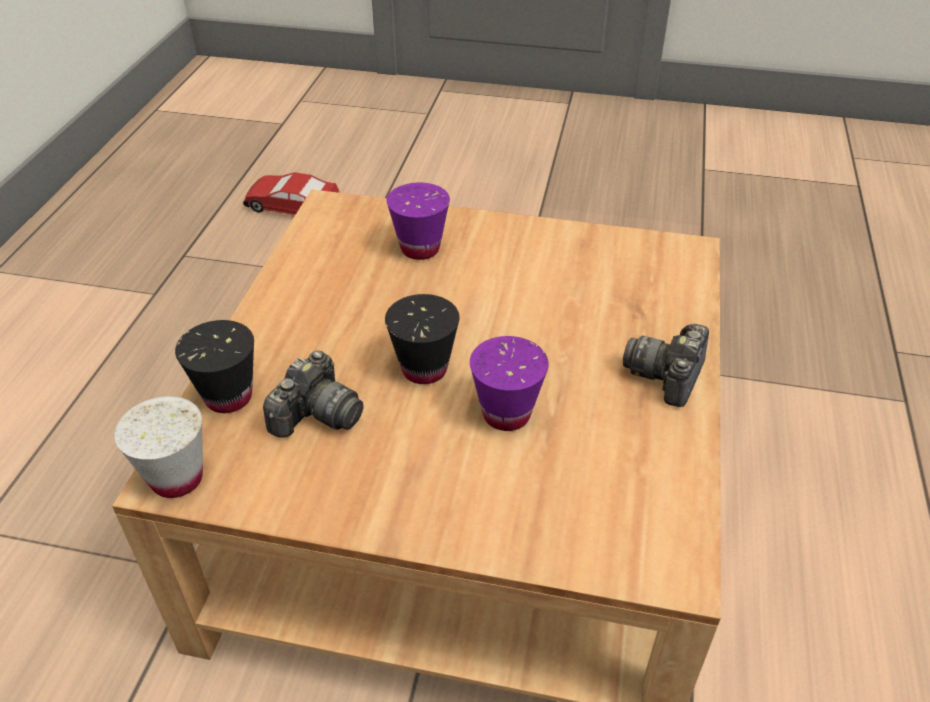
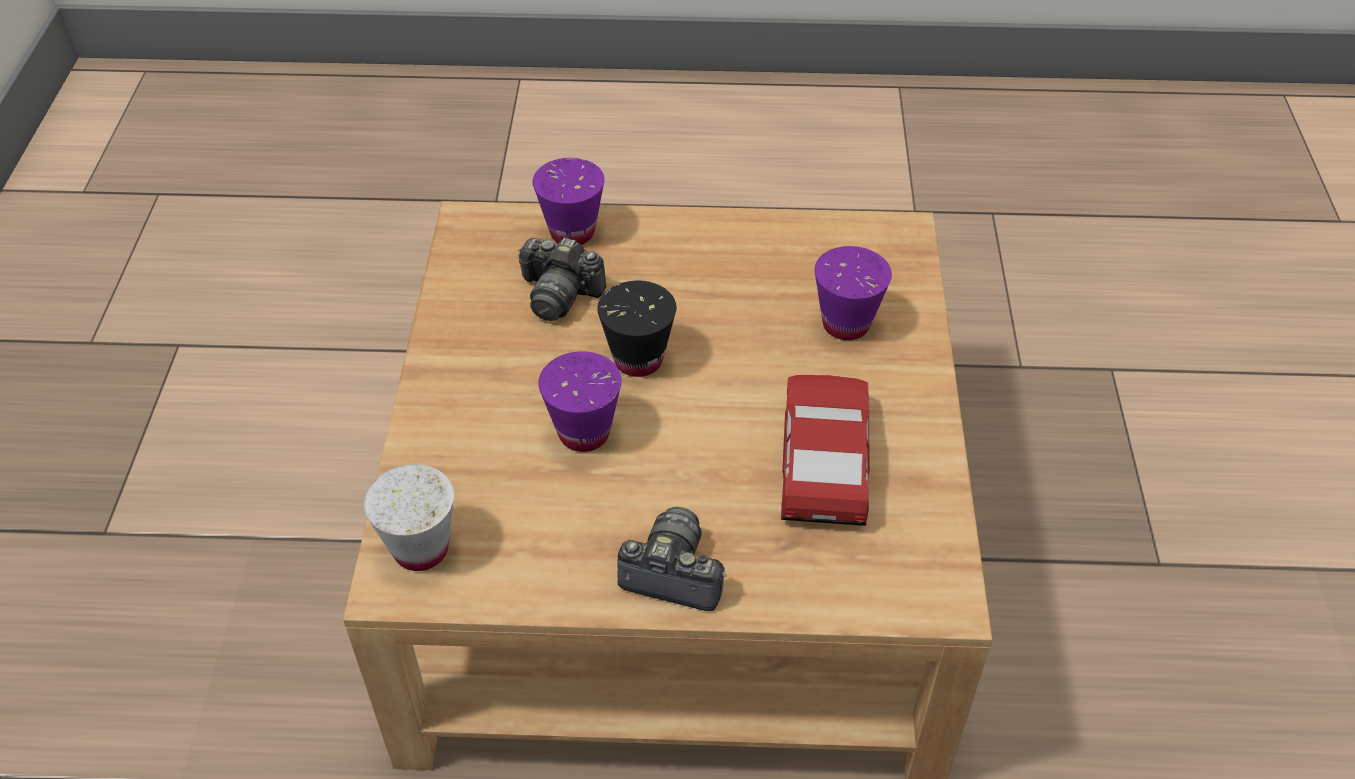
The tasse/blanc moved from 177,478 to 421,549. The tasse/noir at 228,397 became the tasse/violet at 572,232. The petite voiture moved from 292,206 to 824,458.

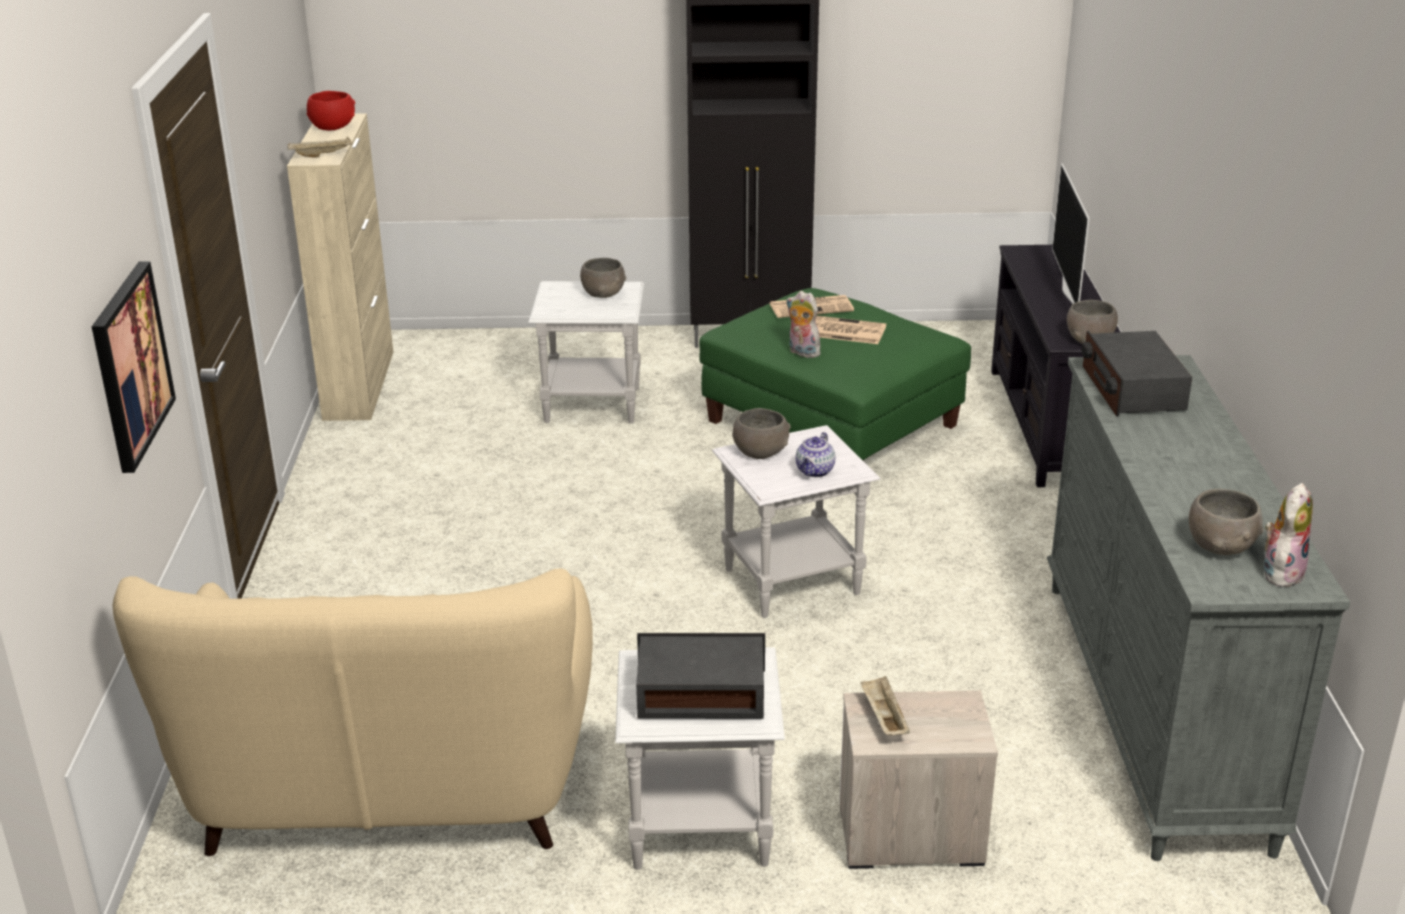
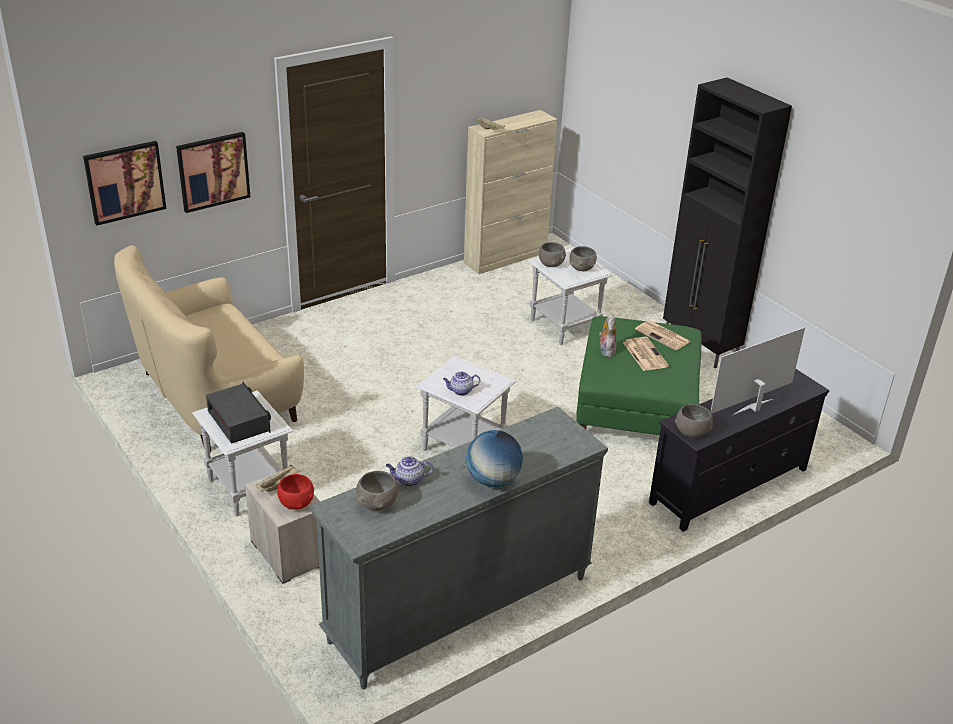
The tableau at 125,182 appeared. The bol/rouge moved from 332,126 to 296,503. The théière at 408,480 appeared. The globe at 493,480 appeared. The bol/gris moved from 760,451 to 551,264. The radio at 1132,389 disappeared. The peluche at 1281,572 disappeared.

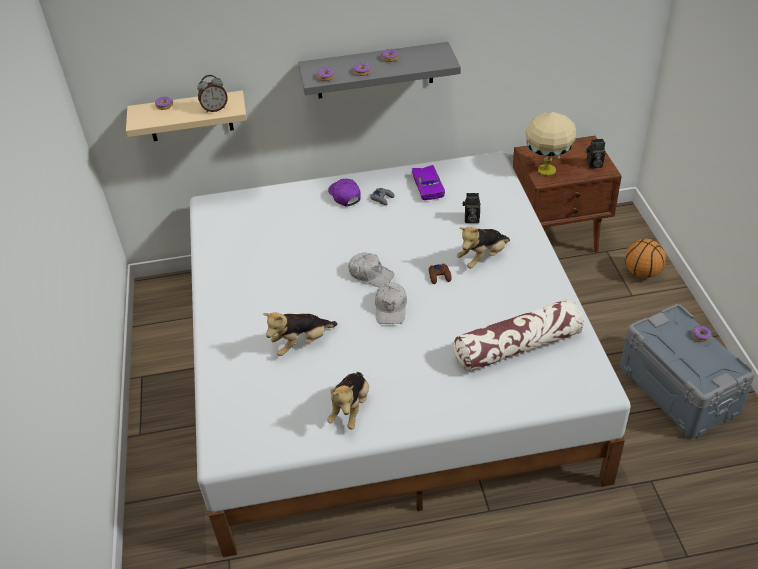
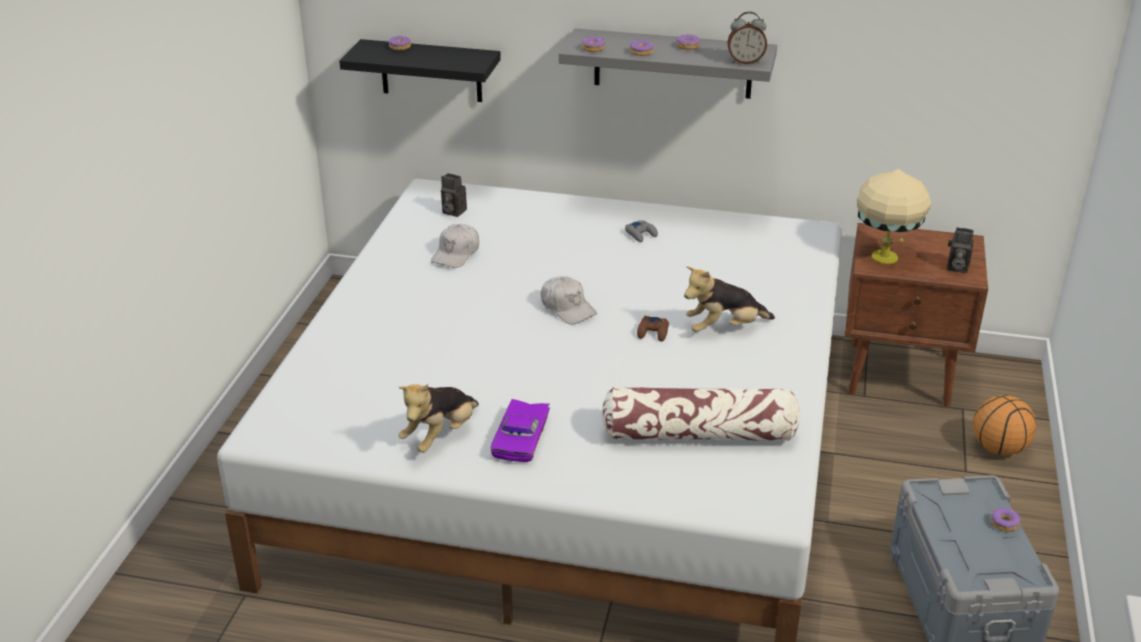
The étagère/beige at 189,116 became the étagère/noir at 431,71. The casquette/blanc moved from 391,308 to 456,254. The appareil photo moved from 471,219 to 452,211. The petite voiture/violet moved from 429,186 to 523,438. The réveil moved from 215,109 to 745,61. The peluche at 301,343 disappeared. The casquette/violet at 344,196 disappeared.

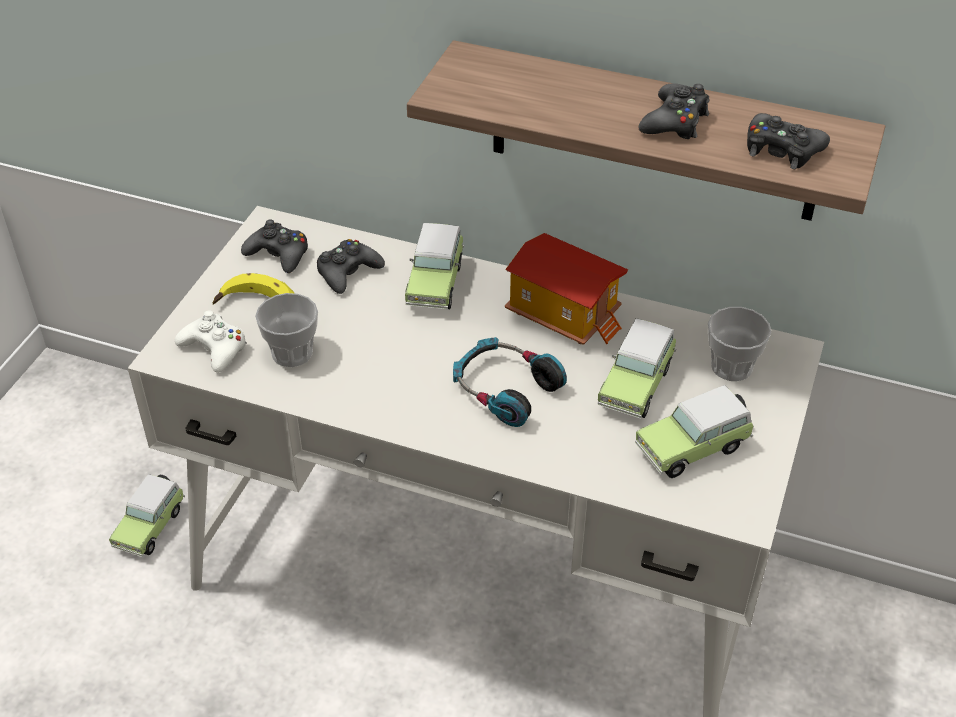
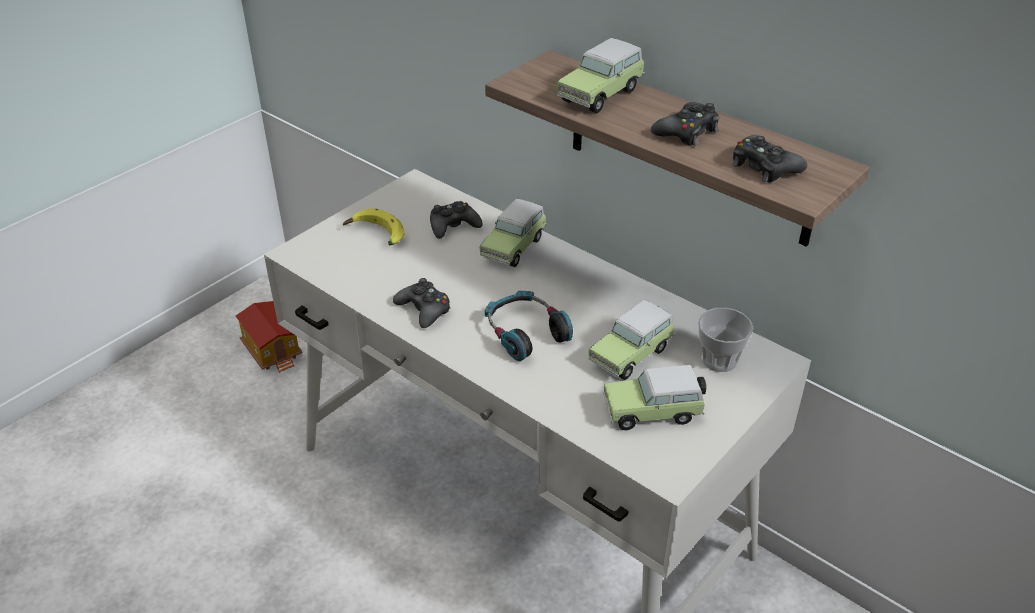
The maison miniature moved from 564,314 to 273,350. The manette/noir moved from 278,254 to 424,310. The petite voiture moved from 152,525 to 602,94. The manette/blanc at 215,348 disappeared. The tasse at 292,353 disappeared.

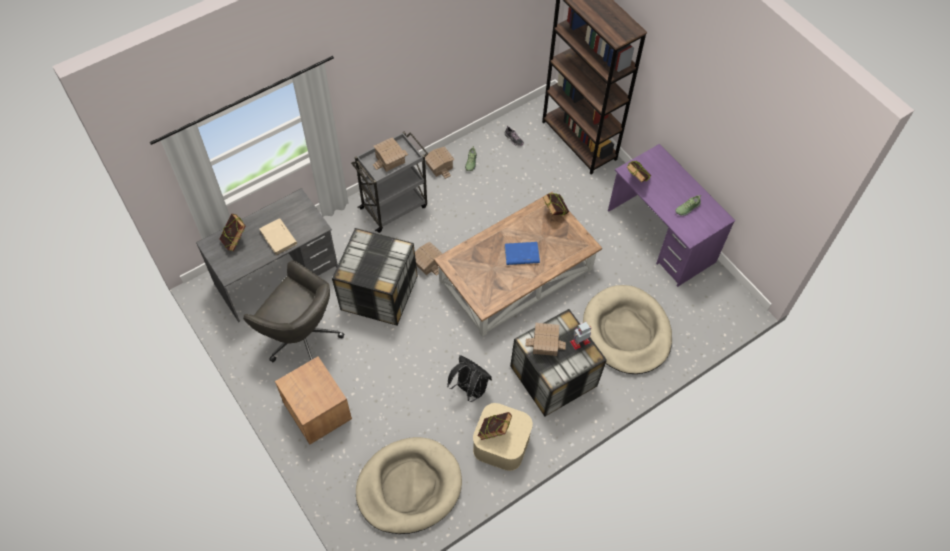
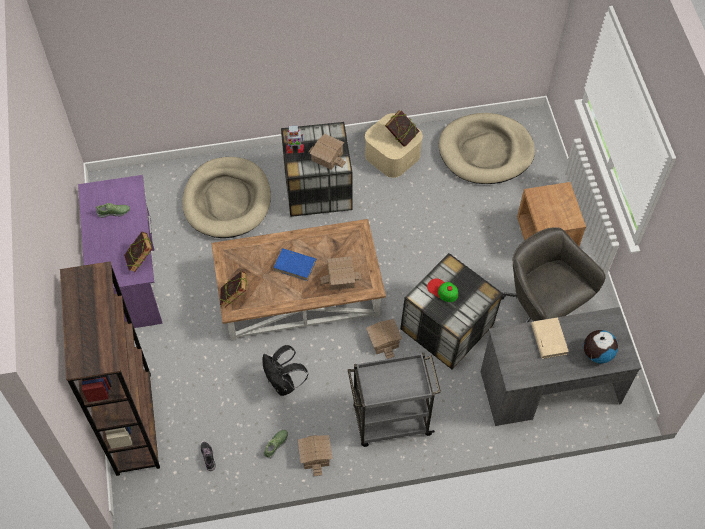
The sac à dos/noir moved from 469,389 to 284,384. The maison miniature moved from 390,160 to 340,278. The casquette at 442,290 appeared. The livre at 235,240 was replaced by the globe at 597,353.

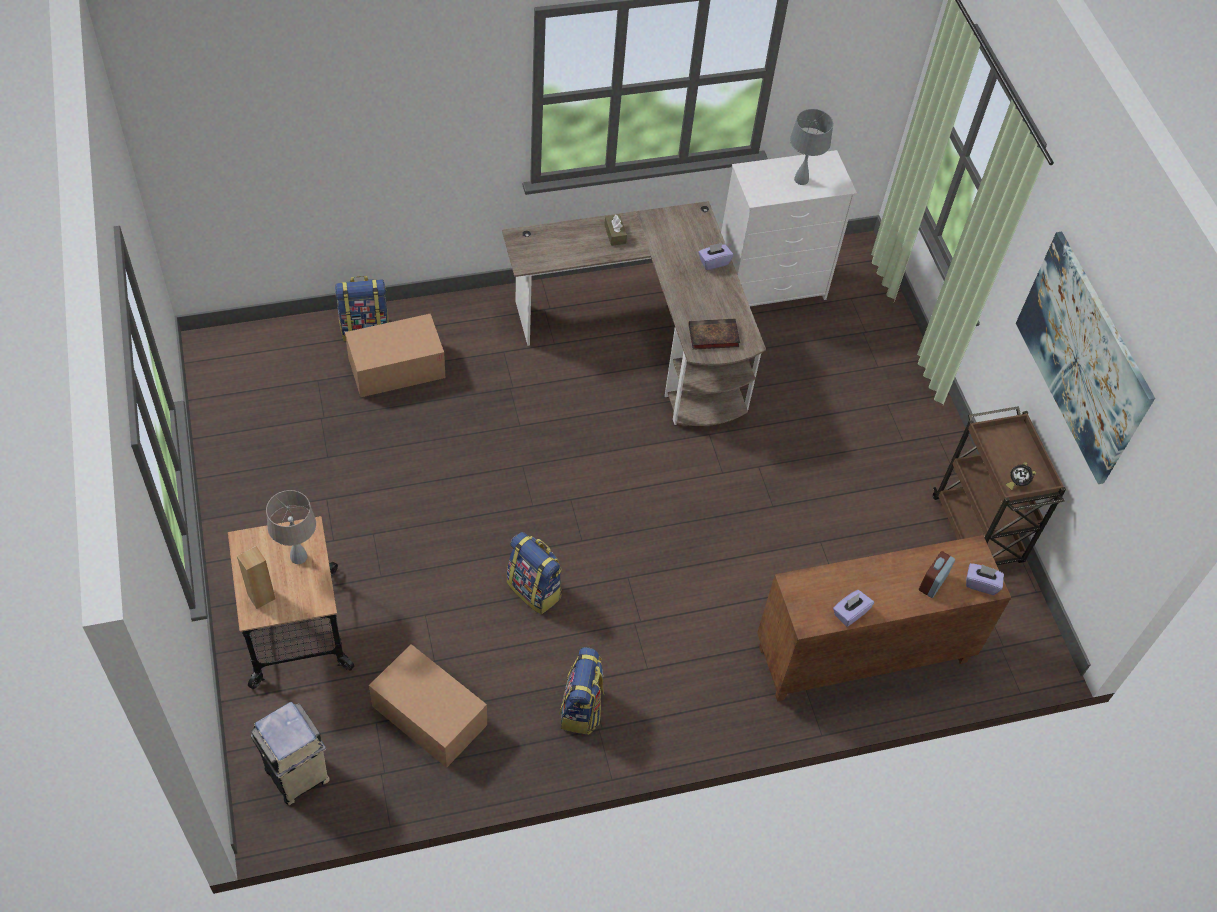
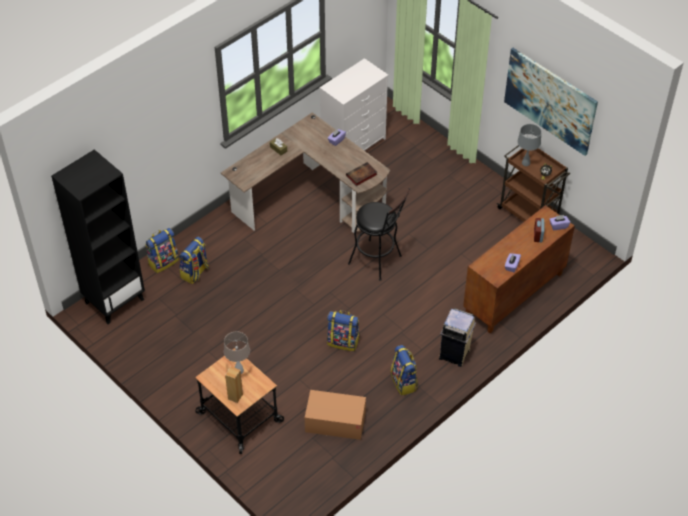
The bibliothèque/noir at 114,300 appeared. The carton at 396,368 was replaced by the sac à dos at 195,273. The tabouret/noir at 378,262 appeared. The poubelle/beige moved from 297,776 to 455,354. The lampe de table/gris moved from 801,179 to 525,163.

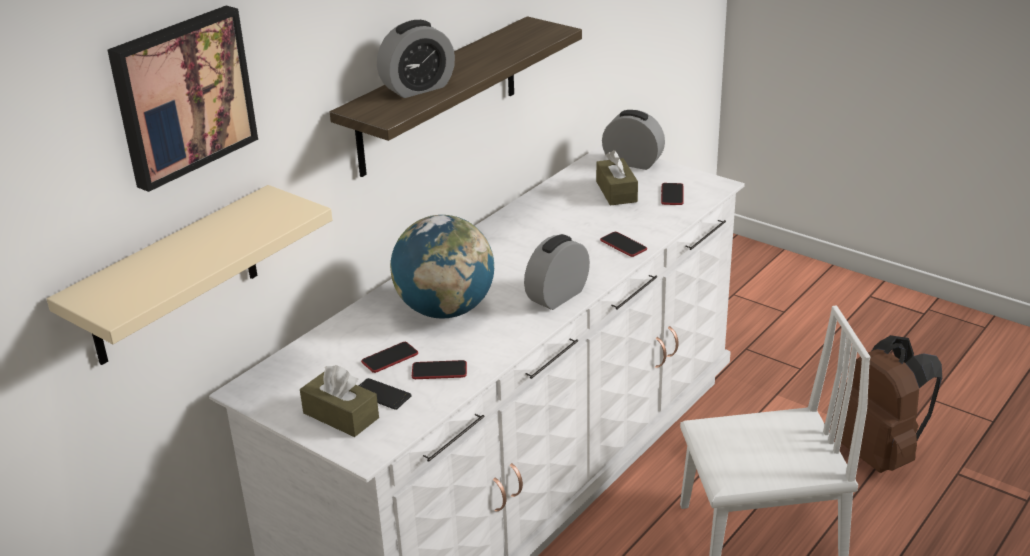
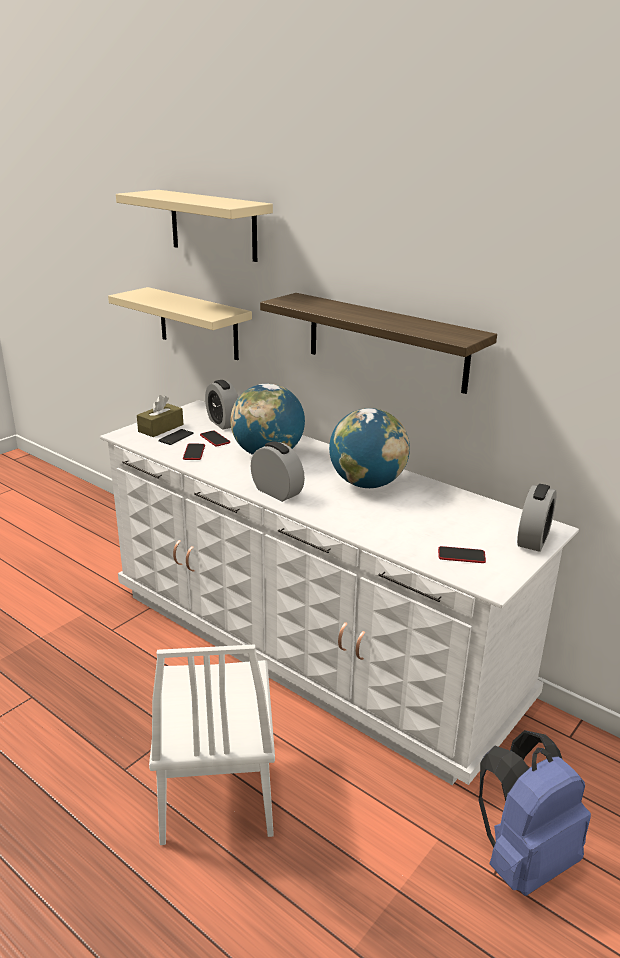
The tableau at 181,95 was replaced by the étagère/beige at 213,225. The réveil moved from 418,88 to 223,423. The globe at 367,484 appeared. The sac à dos/bleu at 523,858 appeared. The boîte à mouchoirs/marron at 616,192 disappeared. The téléphone at 623,245 disappeared. The sac à dos/marron at 878,453 disappeared.

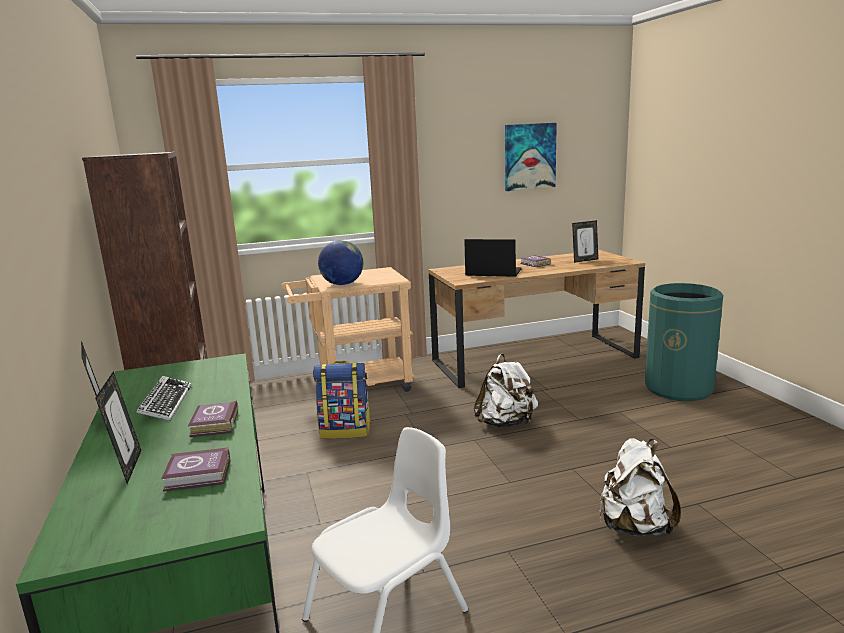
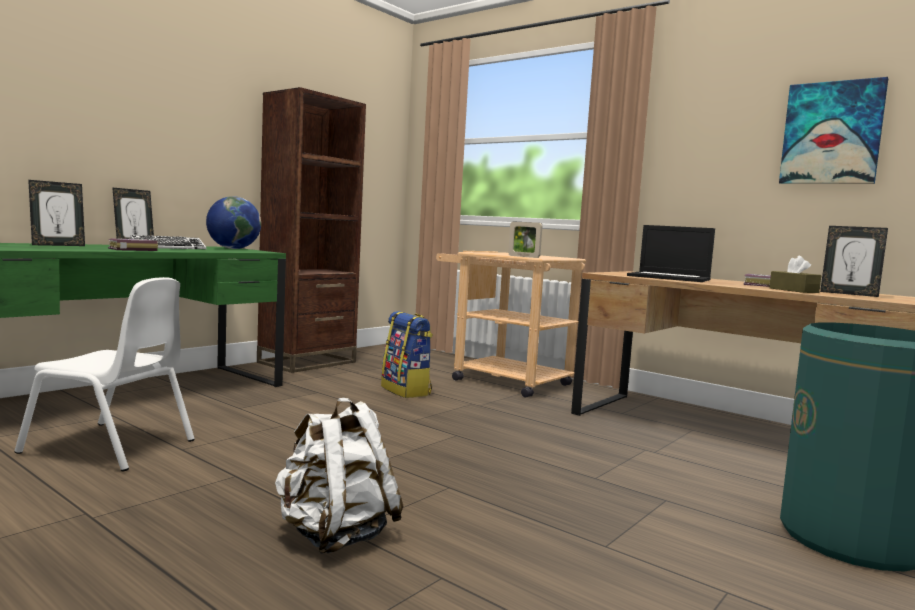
The globe moved from 342,284 to 233,248. The cadre photo at 523,256 appeared. The ordinateur portable at 492,272 turned 135 degrees clockwise. The boîte à mouchoirs/marron at 793,290 appeared. The livre at 199,475 disappeared. The sac à dos/blanc at 506,423 disappeared.

